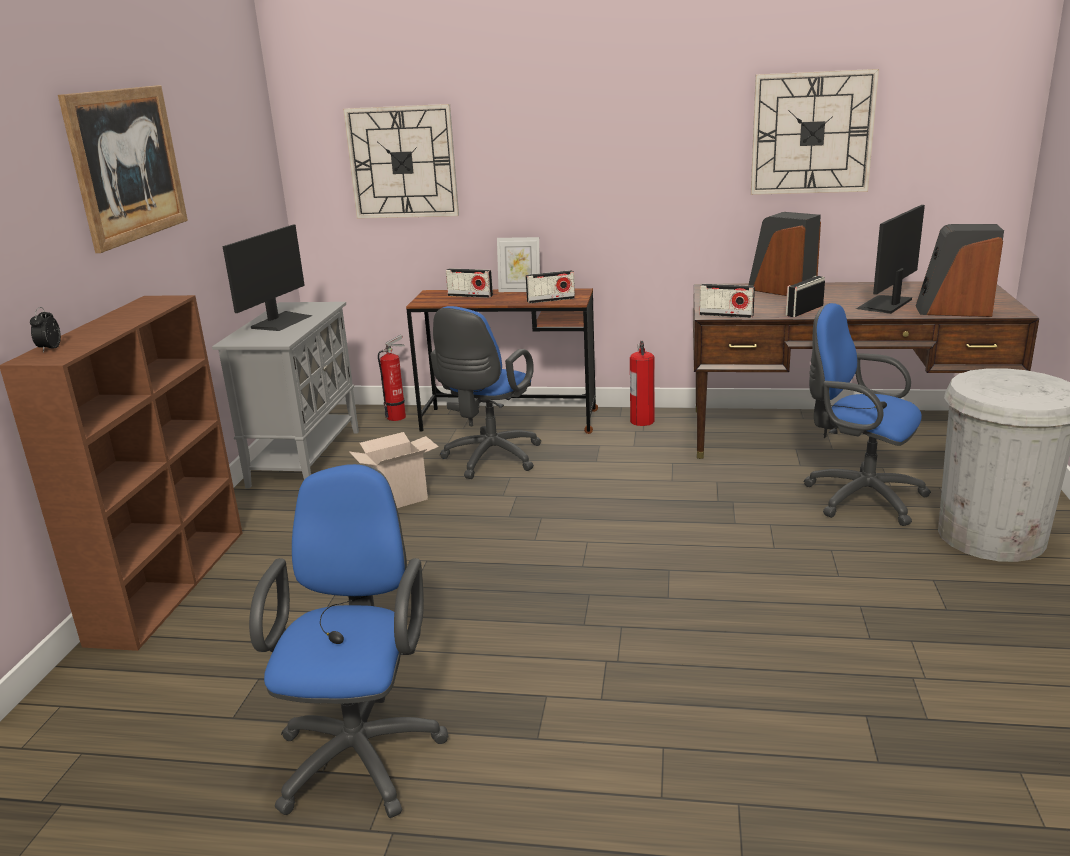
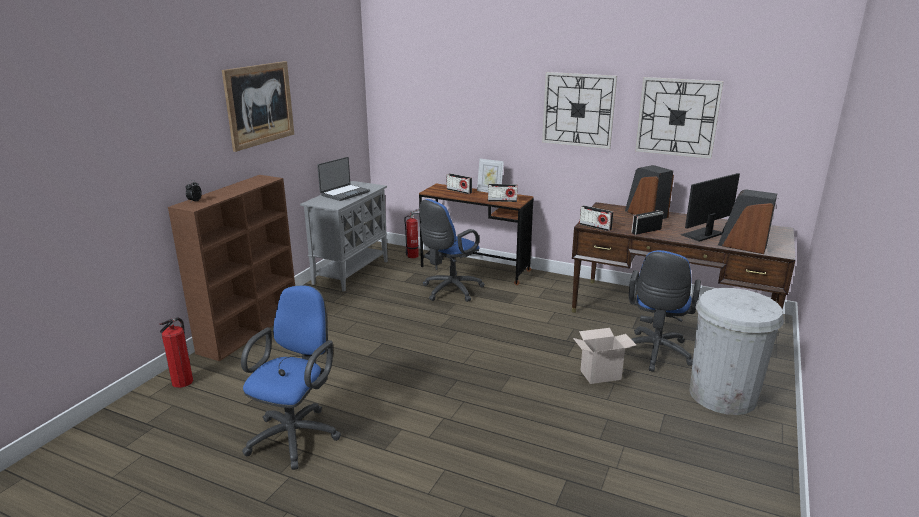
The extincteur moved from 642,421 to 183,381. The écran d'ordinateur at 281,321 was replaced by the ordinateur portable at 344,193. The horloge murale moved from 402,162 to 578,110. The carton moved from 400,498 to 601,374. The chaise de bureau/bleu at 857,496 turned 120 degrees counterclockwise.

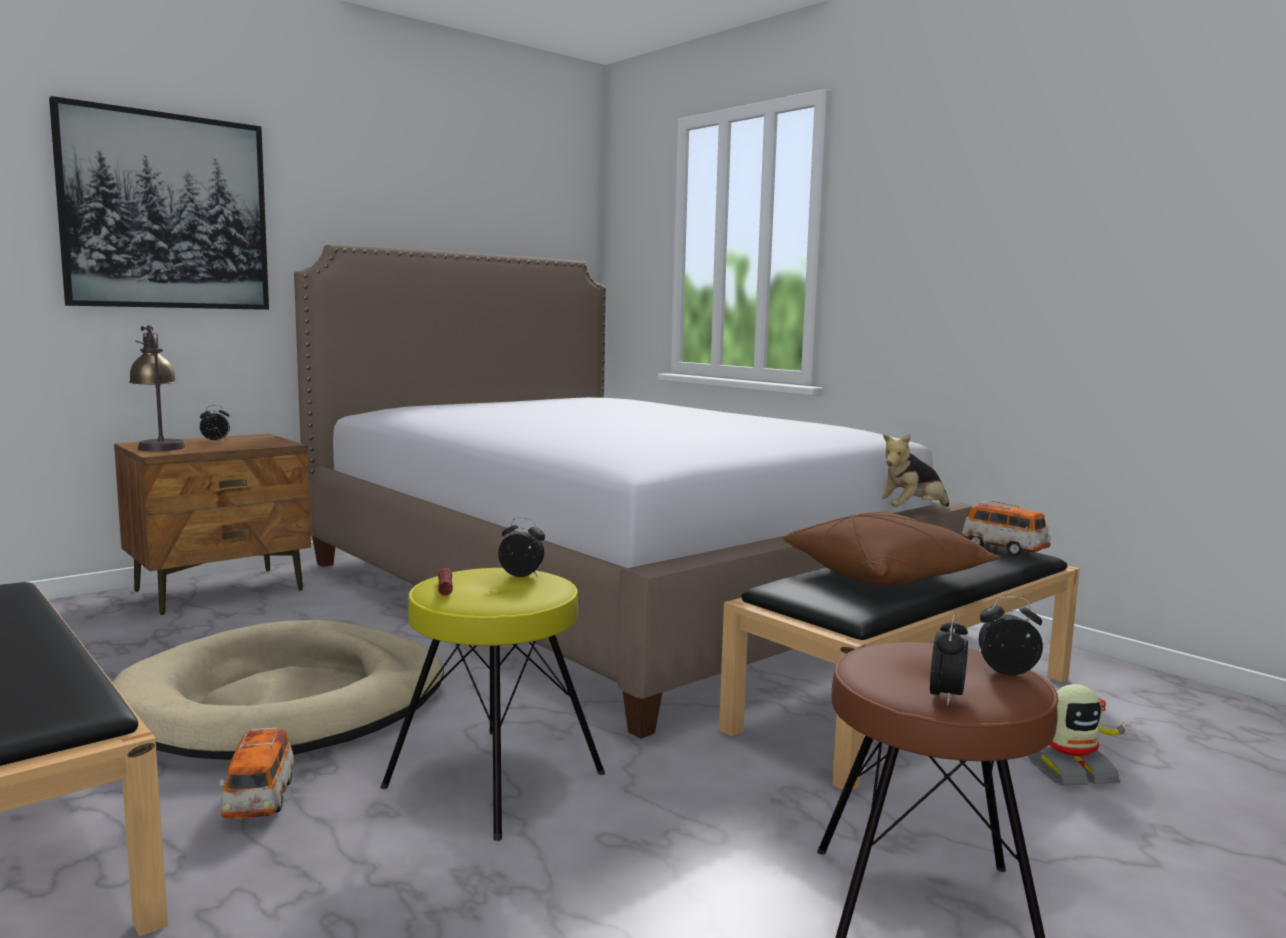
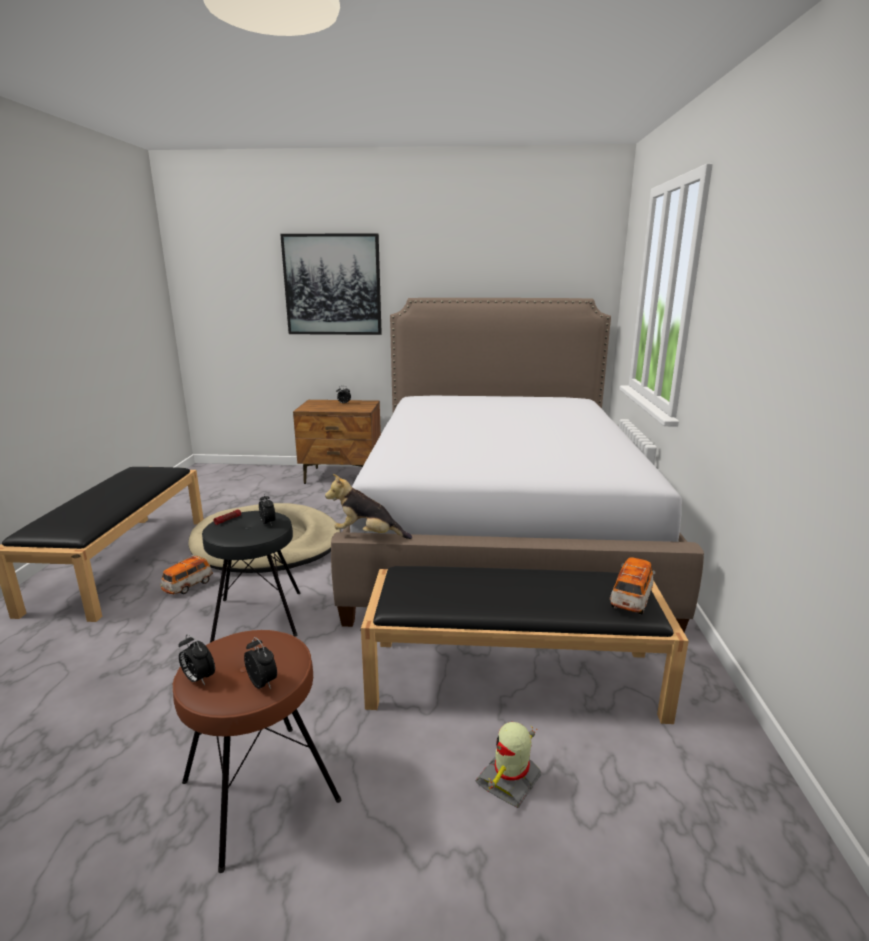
The réveil at 946,697 turned 60 degrees clockwise. The tabouret/jaune at 493,780 became the tabouret/noir at 257,616. The peluche moved from 911,512 to 368,535. The robot jouet at 1070,771 turned 90 degrees clockwise. The petite voiture at 1004,549 turned 150 degrees counterclockwise. The lampe de table at 158,446 disappeared. The coussin/marron at 886,576 disappeared.

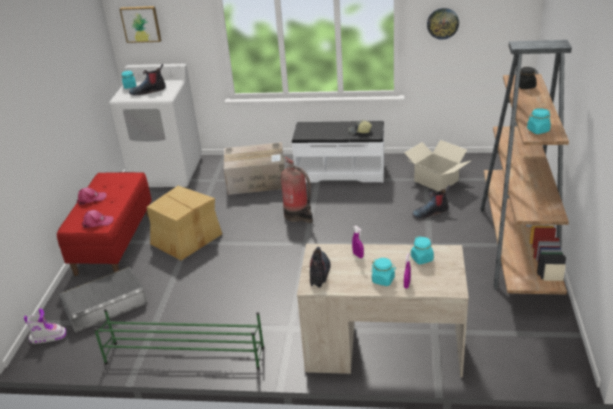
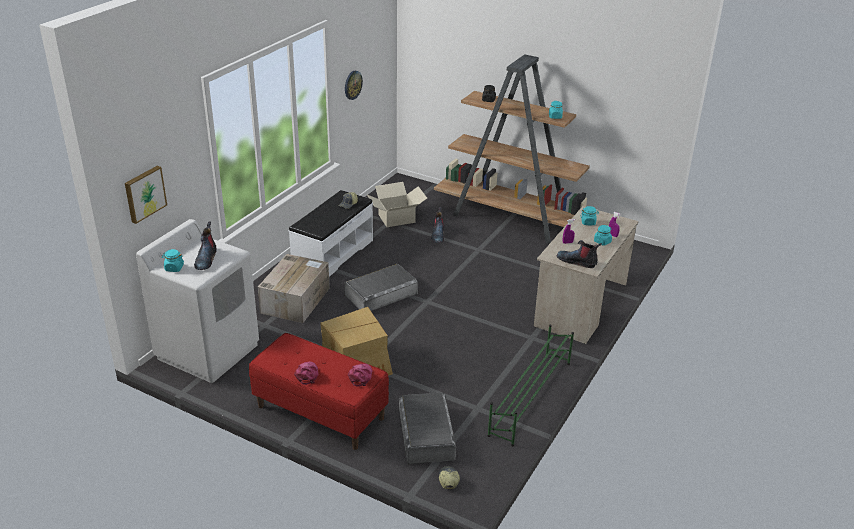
The extincteur at 298,215 was replaced by the boîte de rangement/gris at 381,294. The botte at 48,337 was replaced by the casquette at 448,479.

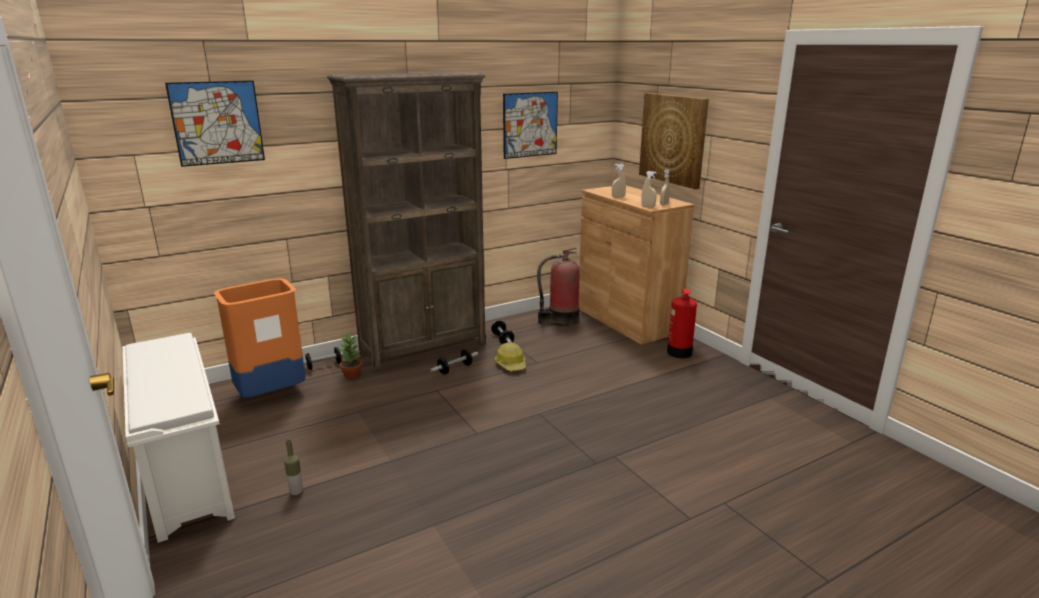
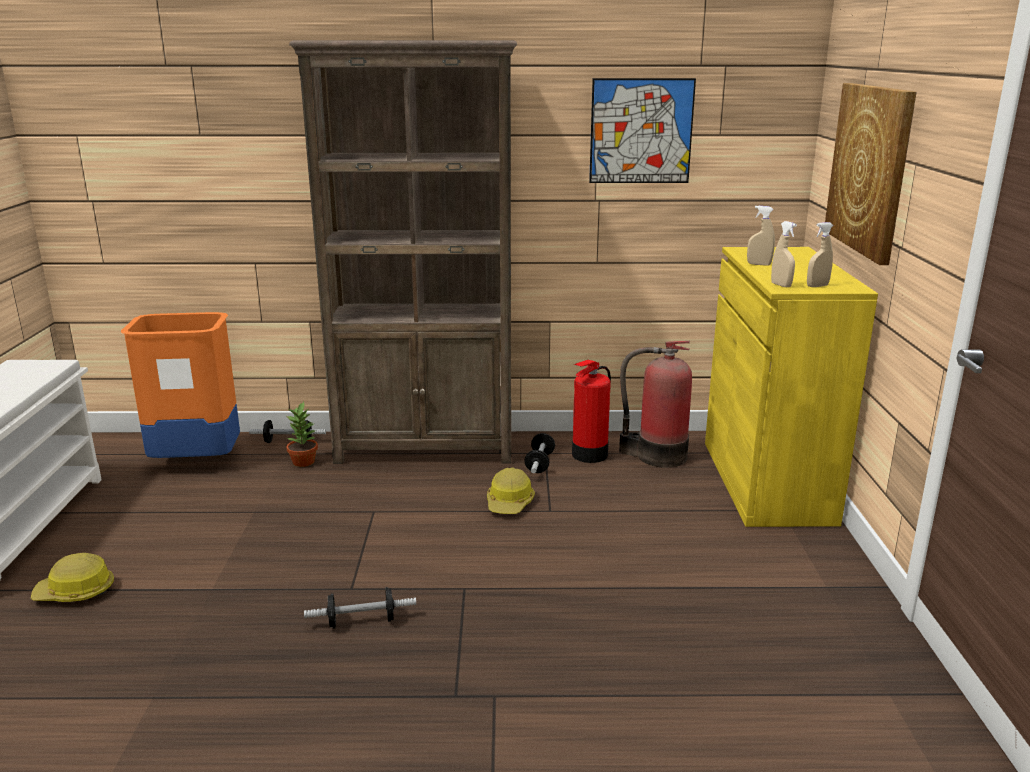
The bouteille at 296,493 was replaced by the casque de chantier at 76,592. The haltère moved from 455,369 to 361,621. The extincteur moved from 679,353 to 589,455. The meuble de rangement/marron at 627,320 became the meuble de rangement/jaune at 766,481. The tableau at 217,123 disappeared.

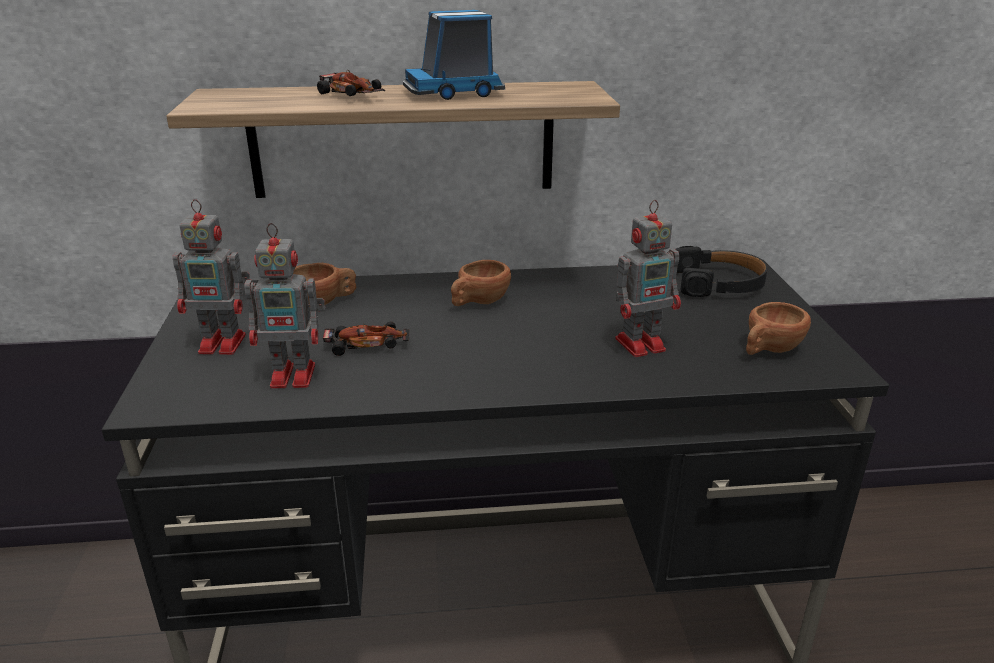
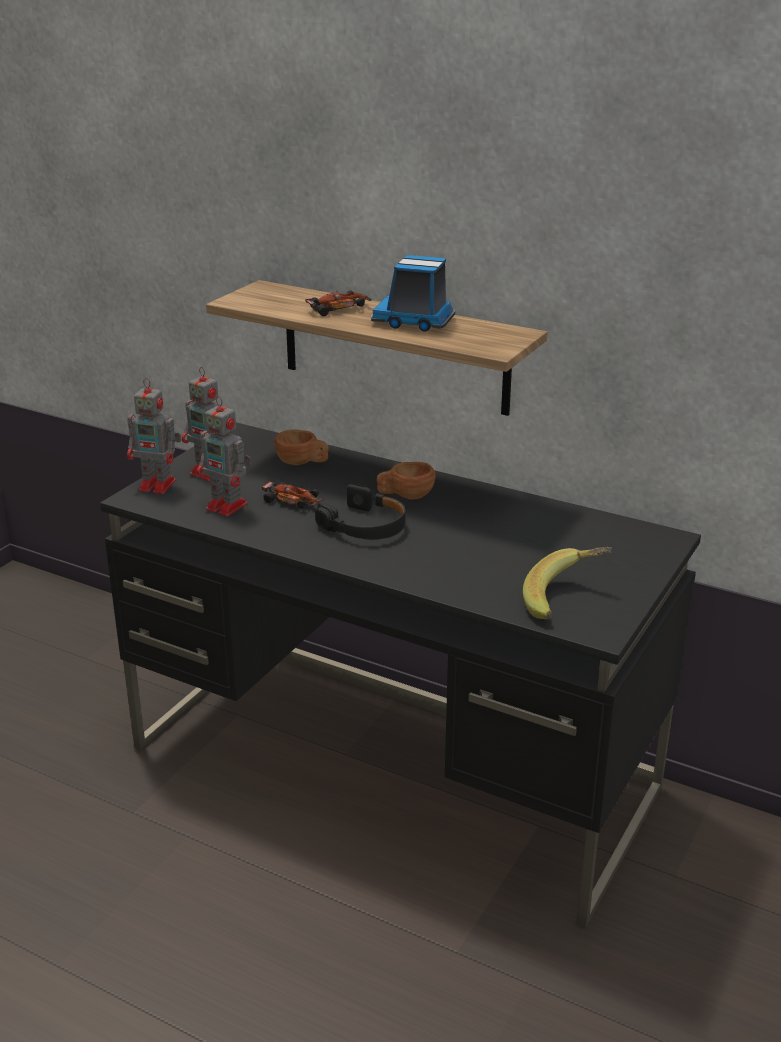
The robot jouet moved from 642,344 to 159,485. The petite voiture at 350,95 turned 105 degrees counterclockwise. The casque audio/noir moved from 718,283 to 365,526. The tasse/marron at 768,350 was replaced by the banane at 566,600.

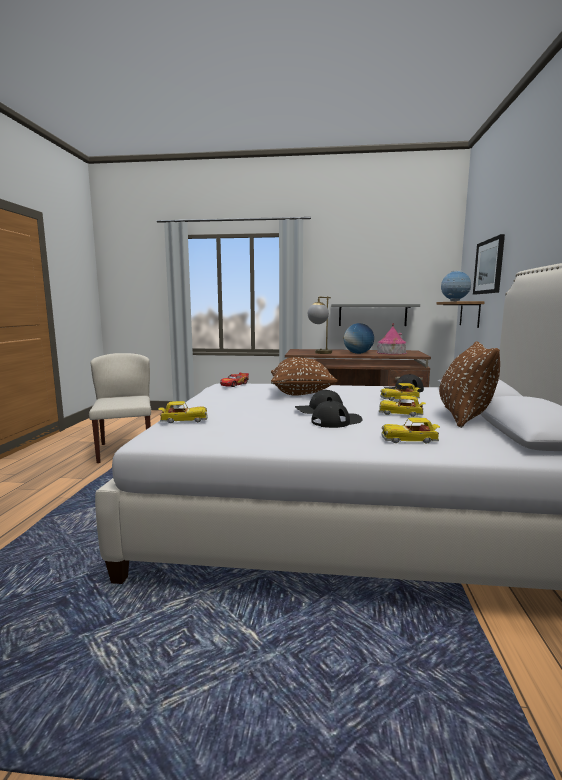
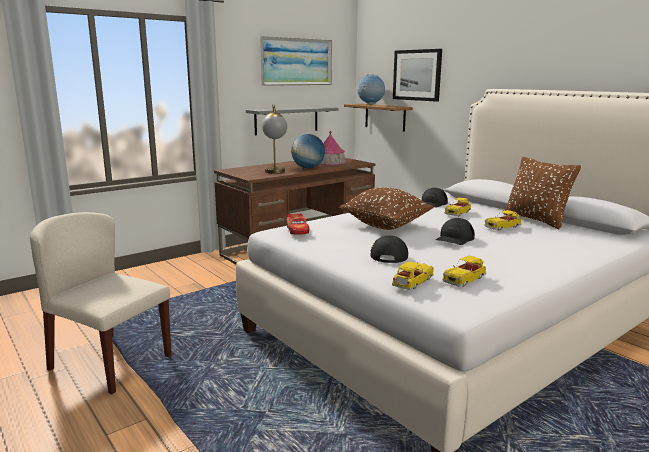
The tableau at 296,62 appeared. The casquette/noir moved from 336,421 to 389,254. The petite voiture moved from 410,440 to 465,279.

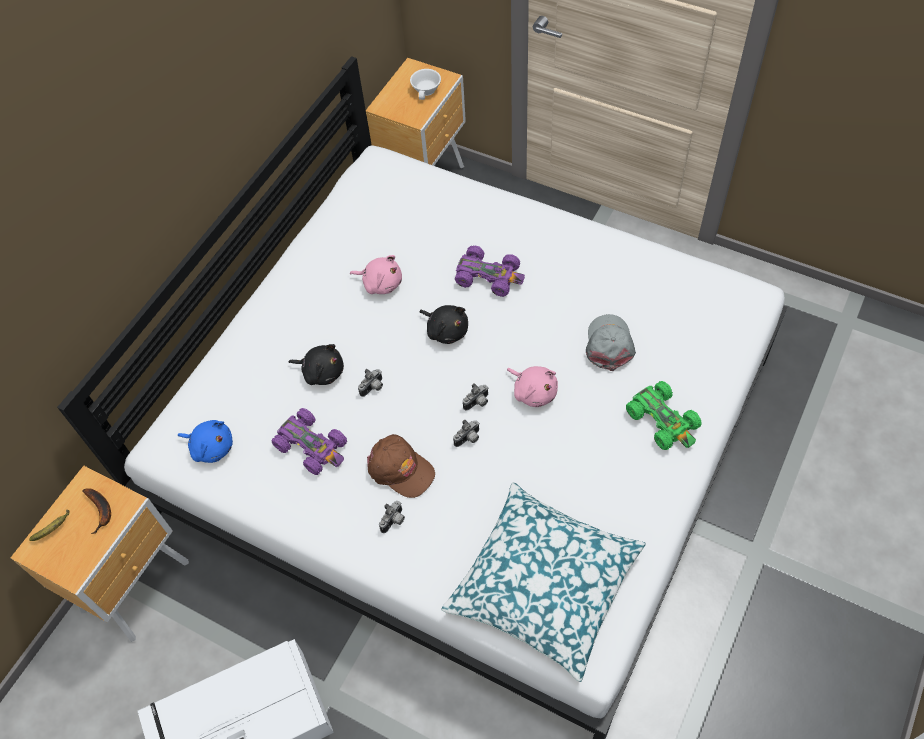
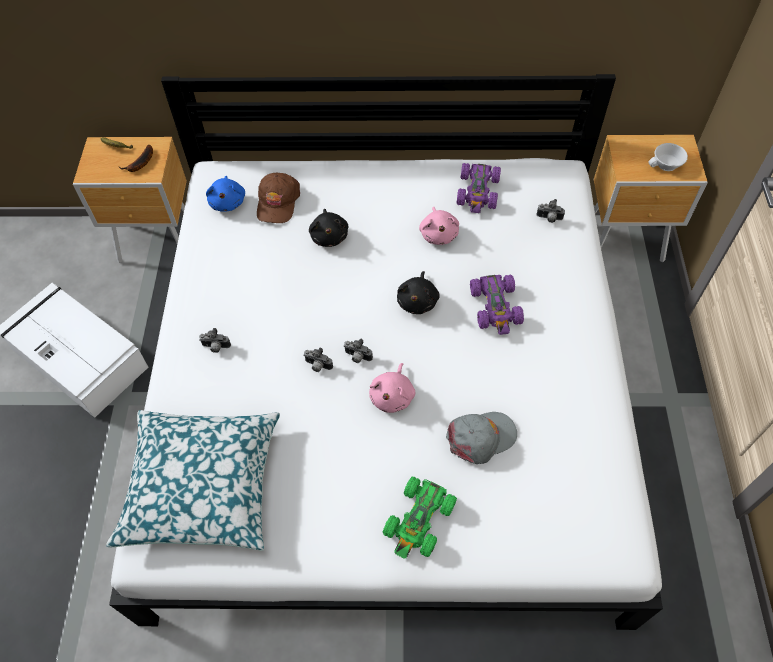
The casquette/marron moved from 400,469 to 277,202. The petite voiture/violet moved from 312,446 to 478,192. The appareil photo moved from 373,388 to 549,219.

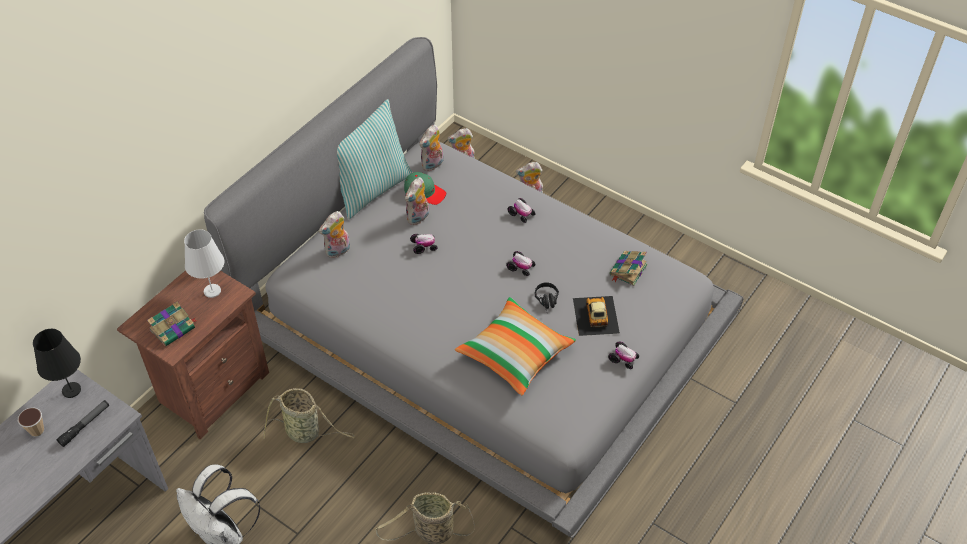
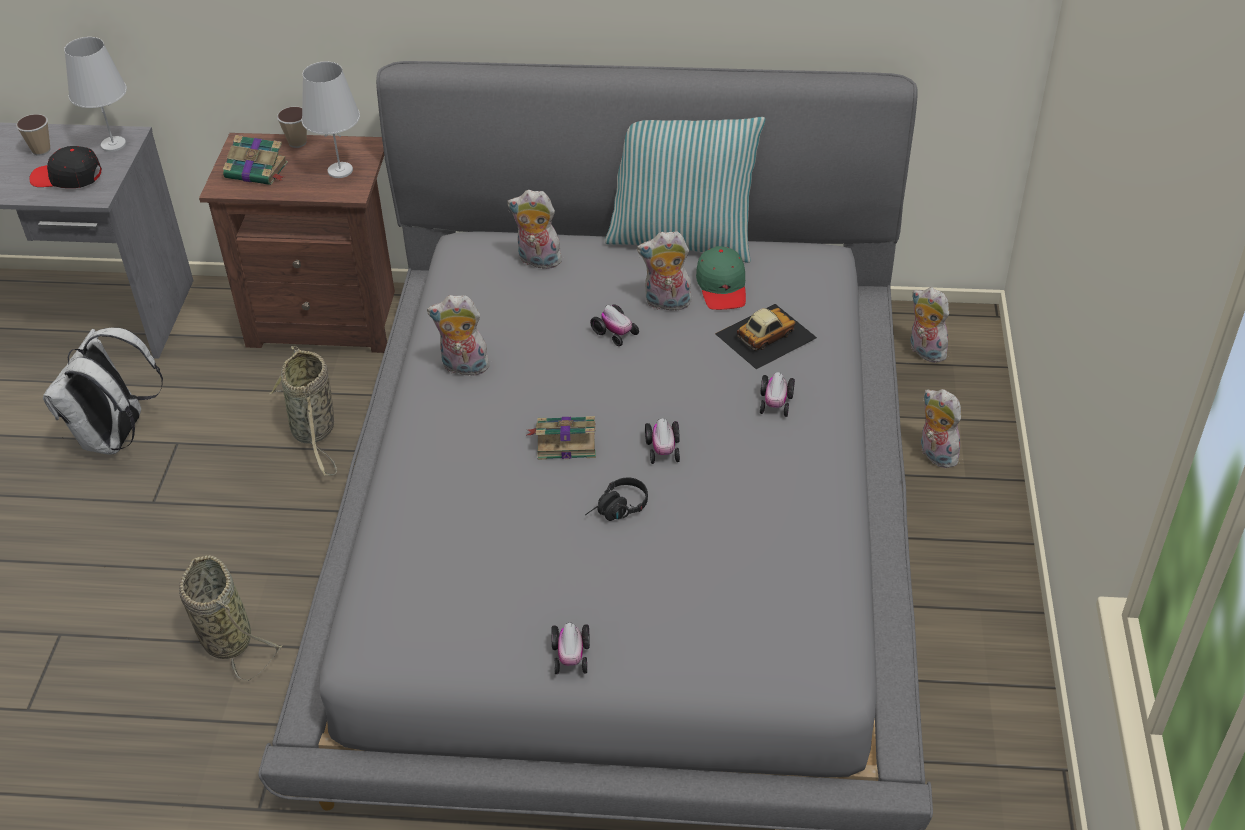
The lampe de poche at 85,425 was replaced by the casquette/noir at 67,177. The lampe de table/noir at 71,390 became the lampe de table/blanc at 113,144. The tasse at 297,142 appeared. The peluche moved from 433,165 to 463,368. The livre moved from 627,271 to 564,441. The petite voiture moved from 595,315 to 765,335. The coussin at 515,354 disappeared.

